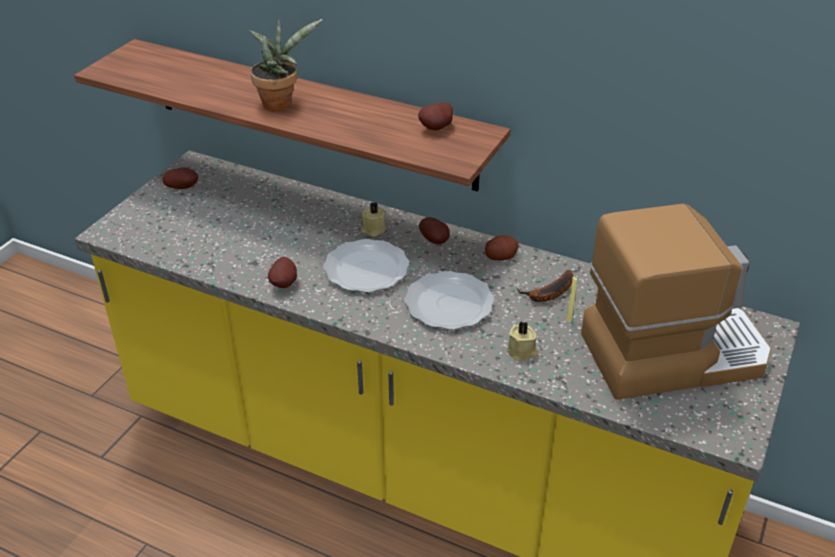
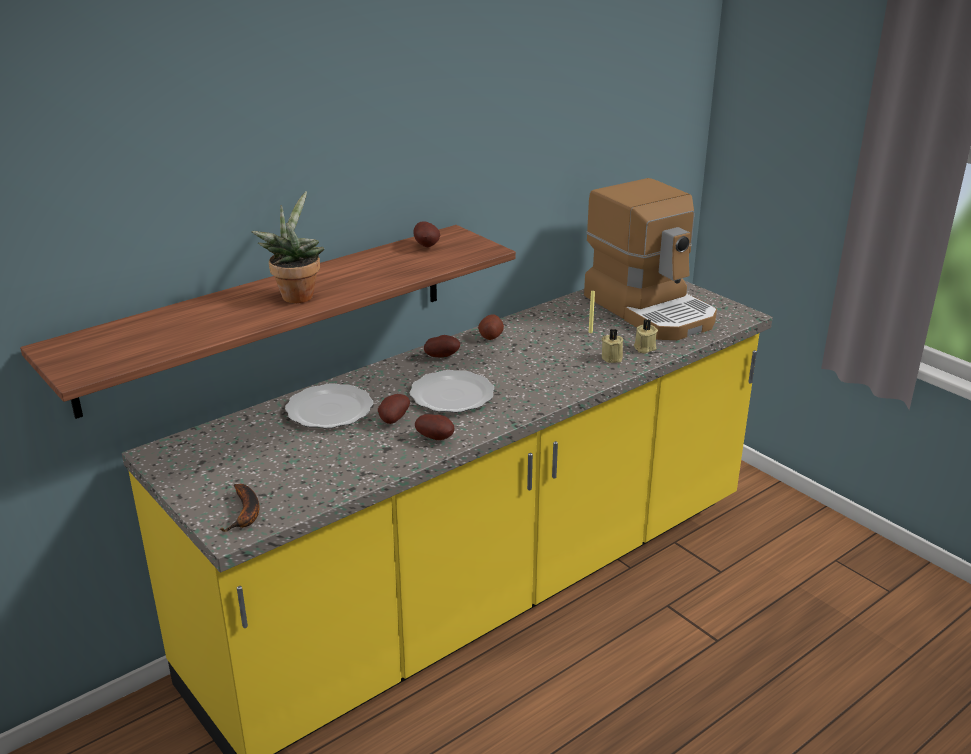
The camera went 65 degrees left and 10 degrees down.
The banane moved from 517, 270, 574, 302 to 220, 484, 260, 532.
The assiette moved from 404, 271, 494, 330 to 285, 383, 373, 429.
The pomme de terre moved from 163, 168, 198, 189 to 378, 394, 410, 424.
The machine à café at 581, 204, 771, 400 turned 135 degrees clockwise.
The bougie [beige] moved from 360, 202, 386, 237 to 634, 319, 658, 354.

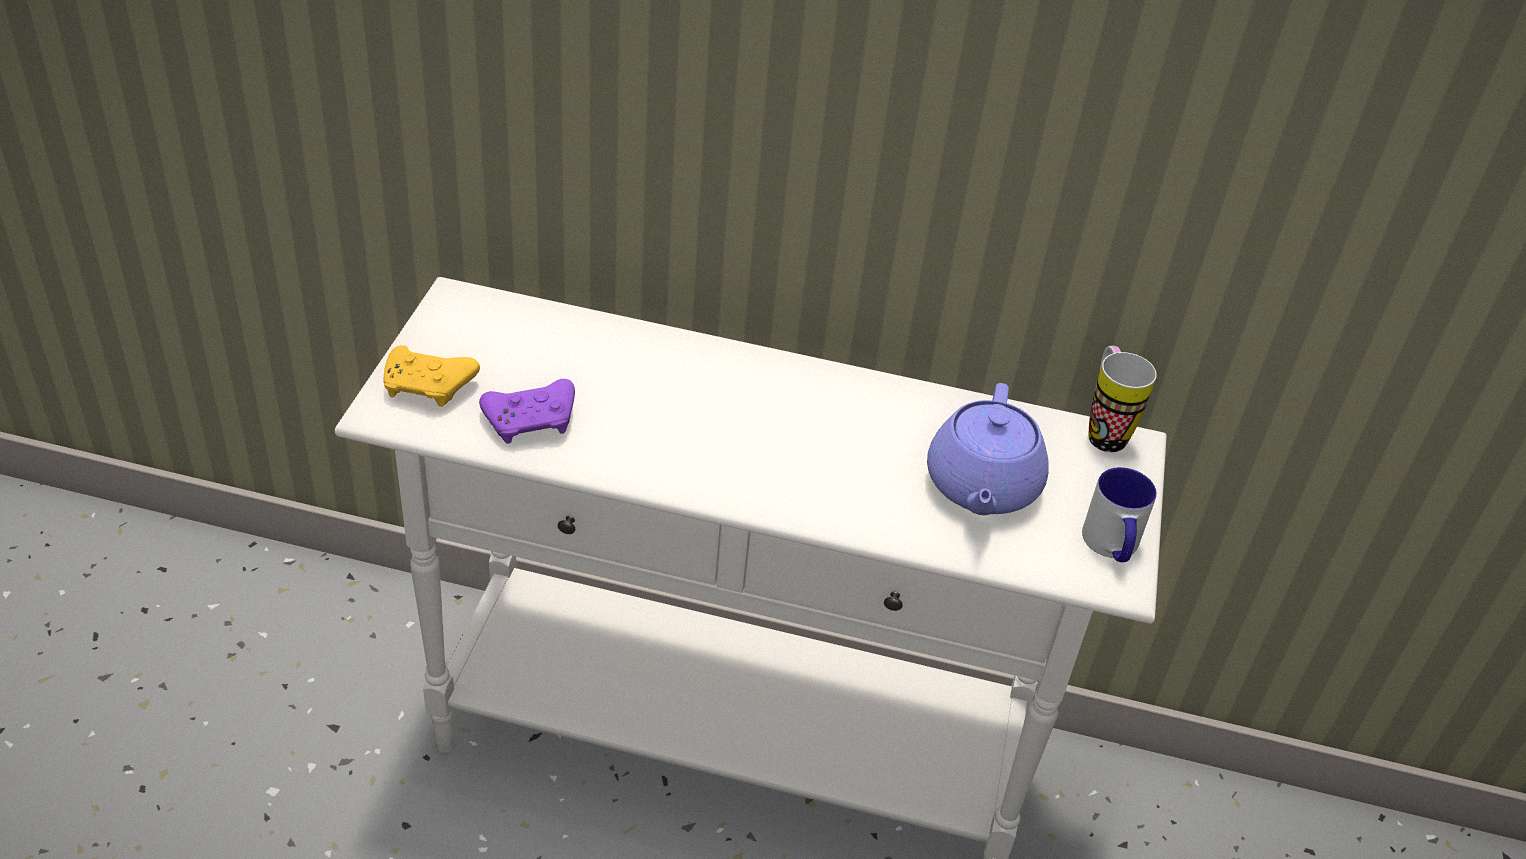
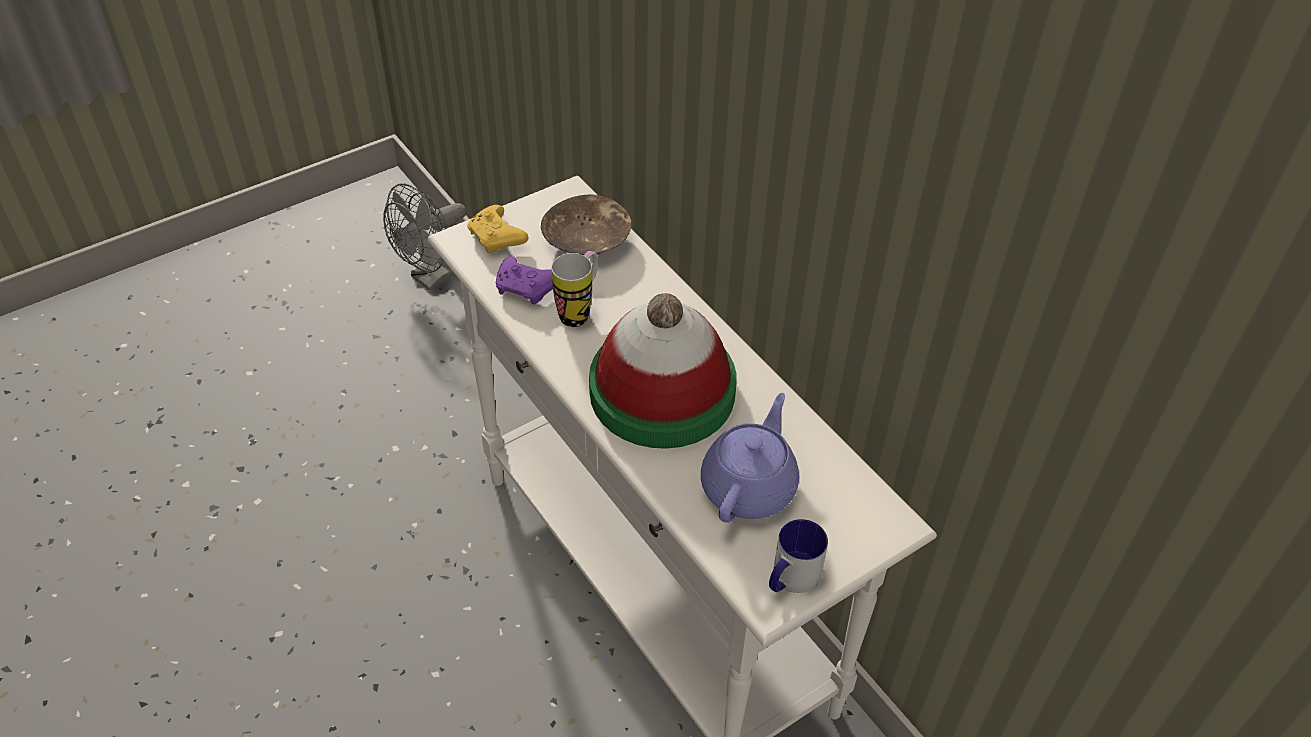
The camera went 45 degrees right and 5 degrees up.
The ventilateur [gris] at 383, 183, 466, 291 appeared.
The bol [marron] at 541, 194, 631, 255 appeared.
The mug moved from 1089, 346, 1157, 452 to 551, 251, 598, 327.
The chapeau at 589, 293, 737, 449 appeared.
The théière [violet] at 927, 383, 1049, 515 turned 150 degrees clockwise.

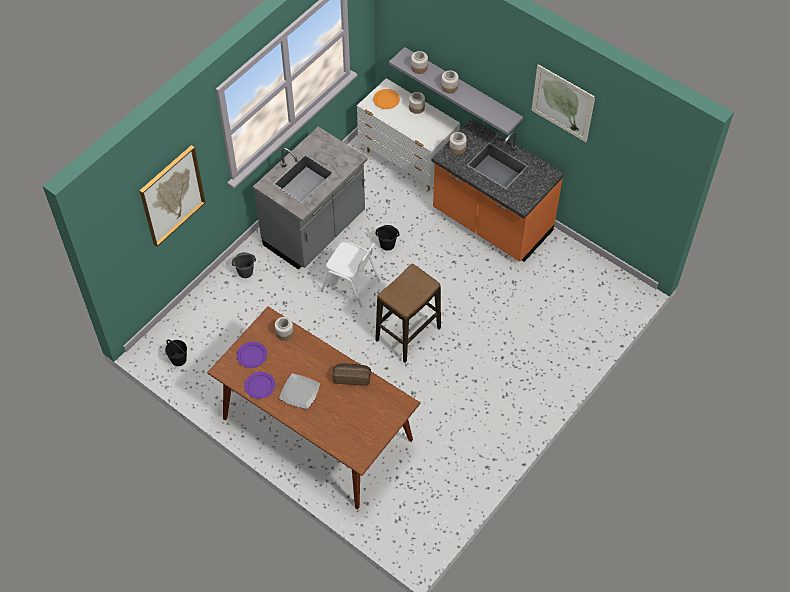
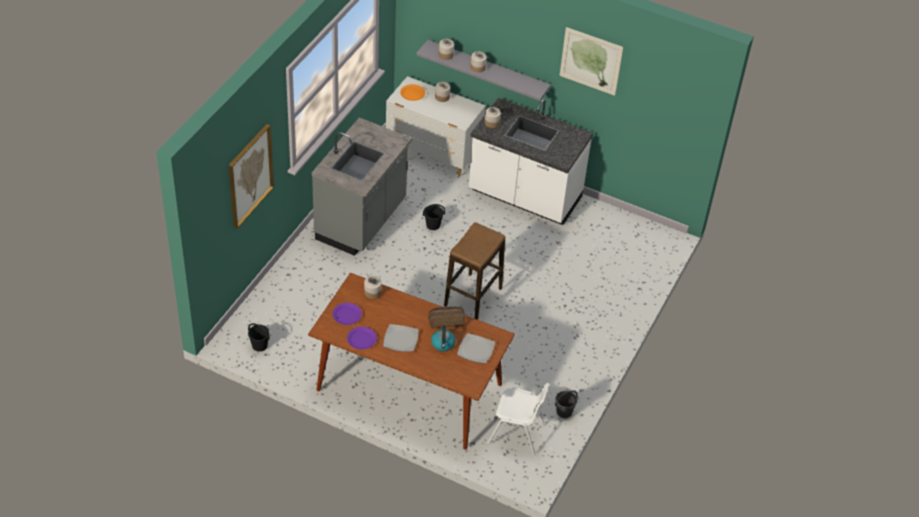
The camera went 15 degrees left and 10 degrees down.
The bouilloire at 431, 325, 456, 351 appeared.
The assiette at 457, 333, 495, 364 appeared.
The comptoir de cuisine [orange] at 432, 118, 564, 262 became the comptoir de cuisine [blanc] at 469, 98, 593, 225.
The chaise [blanc] moved from 321, 242, 380, 308 to 487, 383, 549, 455.
The seau [gris] moved from 232, 252, 256, 278 to 555, 390, 578, 418.

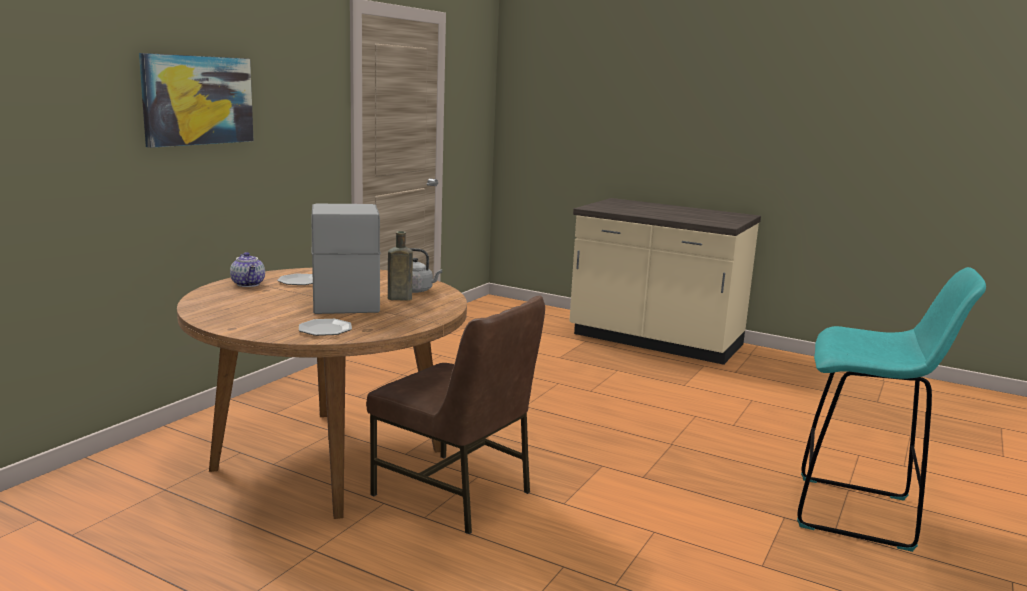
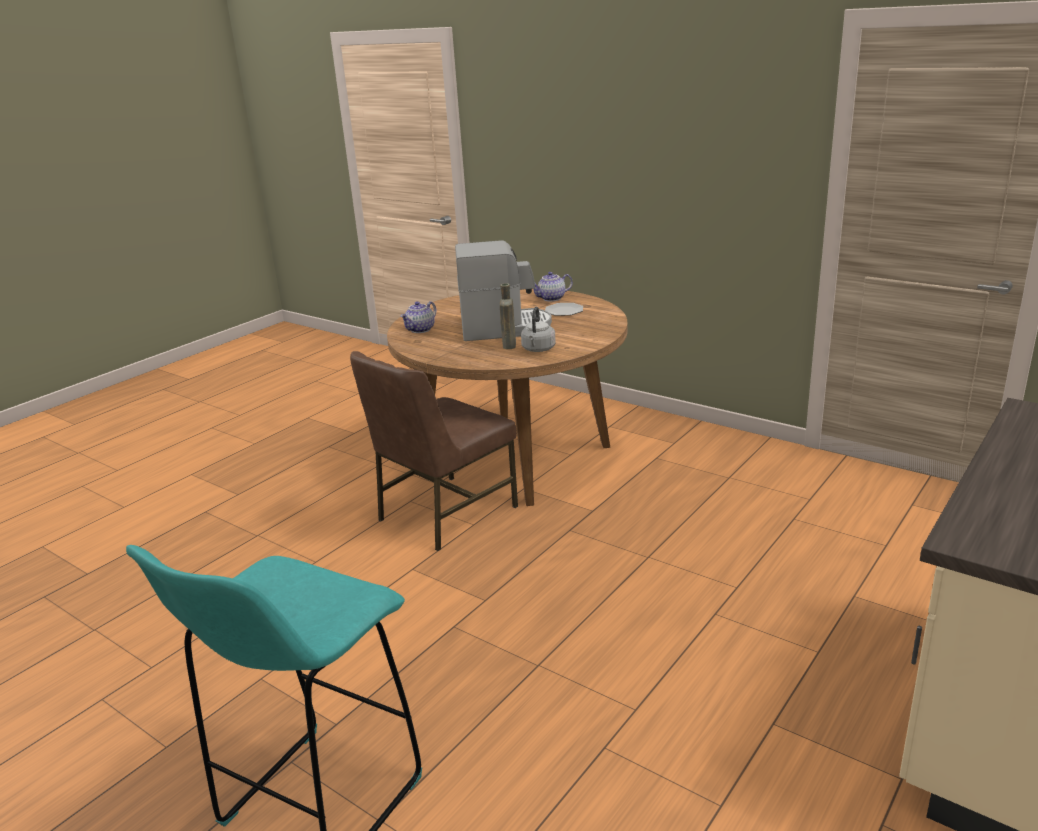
The camera went 100 degrees right and 10 degrees up.
The assiette at 299, 319, 352, 336 was replaced by the théière at 400, 301, 436, 333.
The tableau at 139, 53, 254, 148 disappeared.

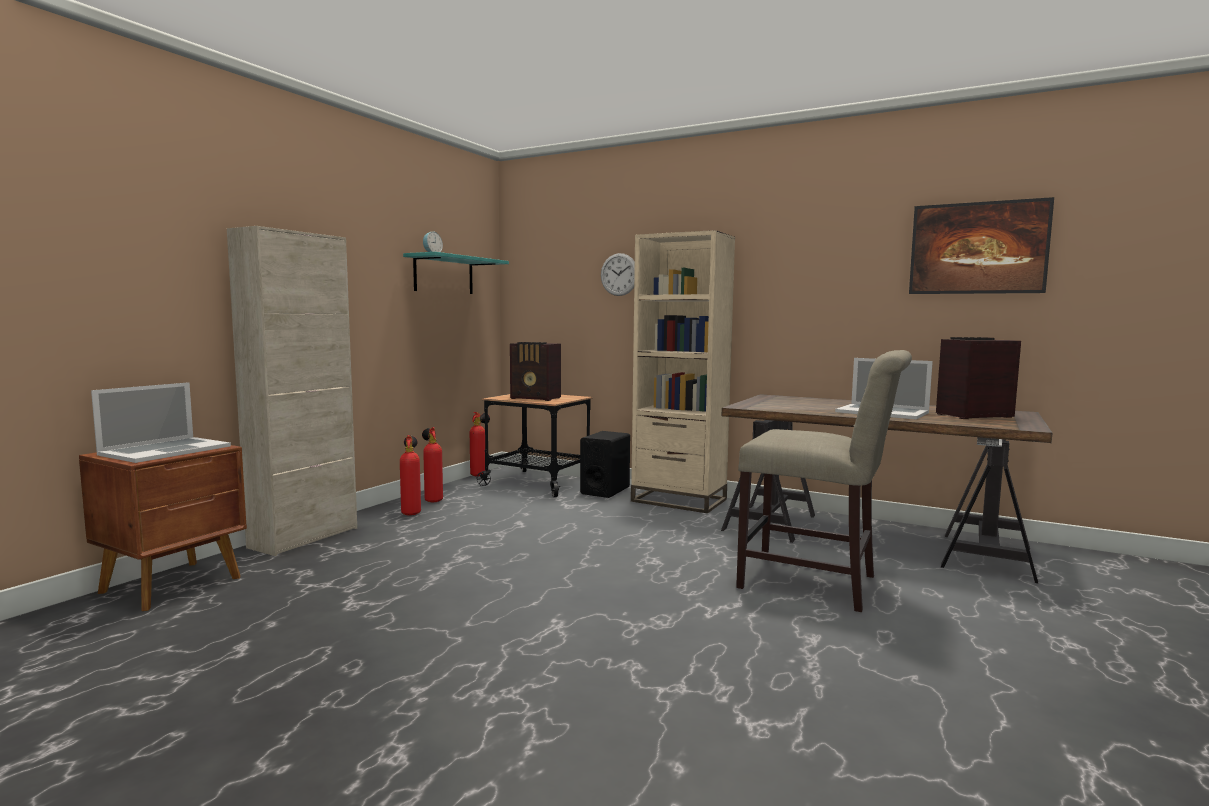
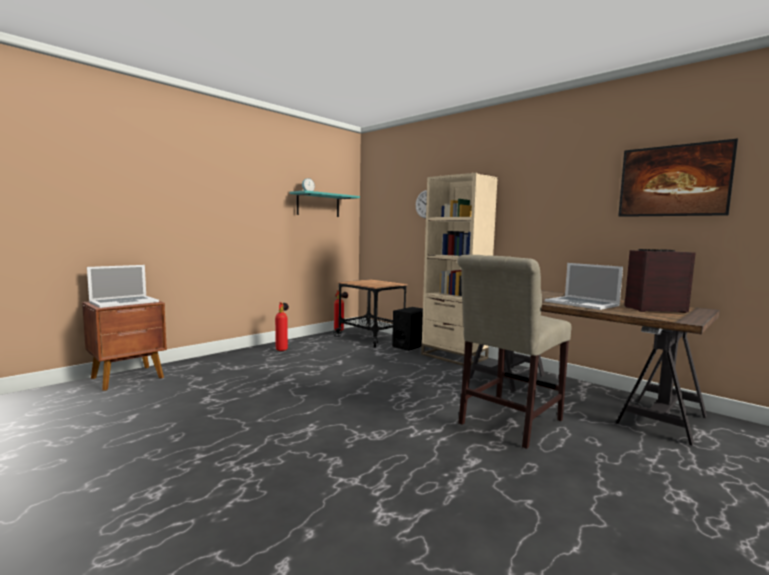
The camera went 15 degrees right and 0 degrees up.
The chaise [beige] at 736, 350, 912, 612 turned 90 degrees clockwise.
The meuble de rangement [beige] at 227, 226, 357, 556 disappeared.
The extincteur at 422, 427, 443, 502 disappeared.
The radio at 510, 342, 561, 401 disappeared.

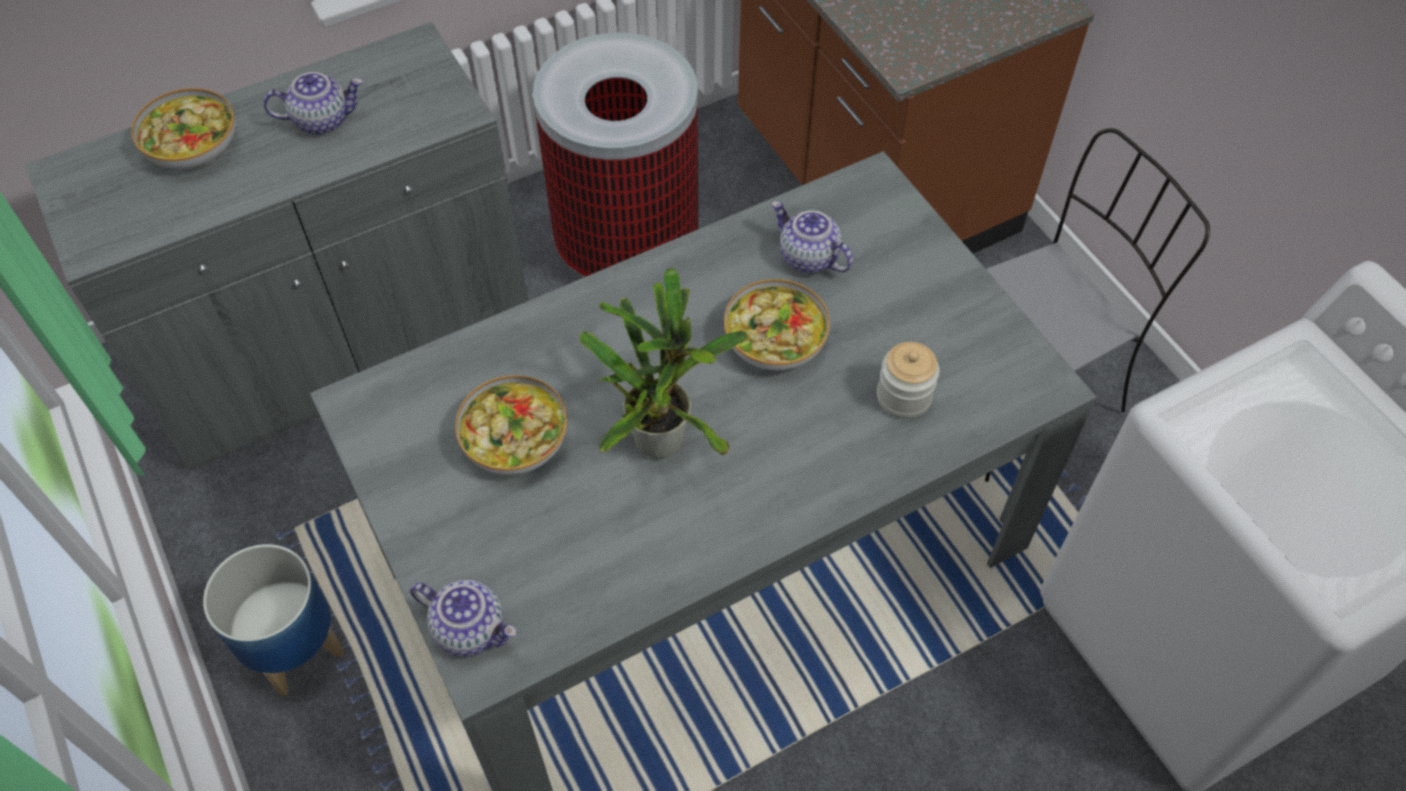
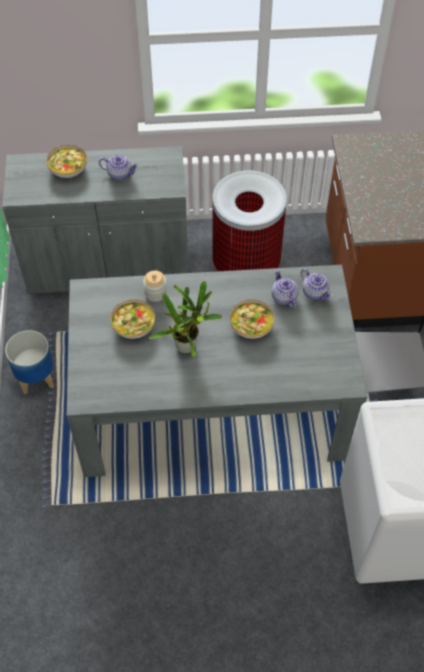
The camera went 25 degrees right and 0 degrees up.
The bocal moved from 877, 342, 940, 419 to 143, 271, 167, 302.
The théière moved from 410, 580, 517, 657 to 301, 269, 333, 300.

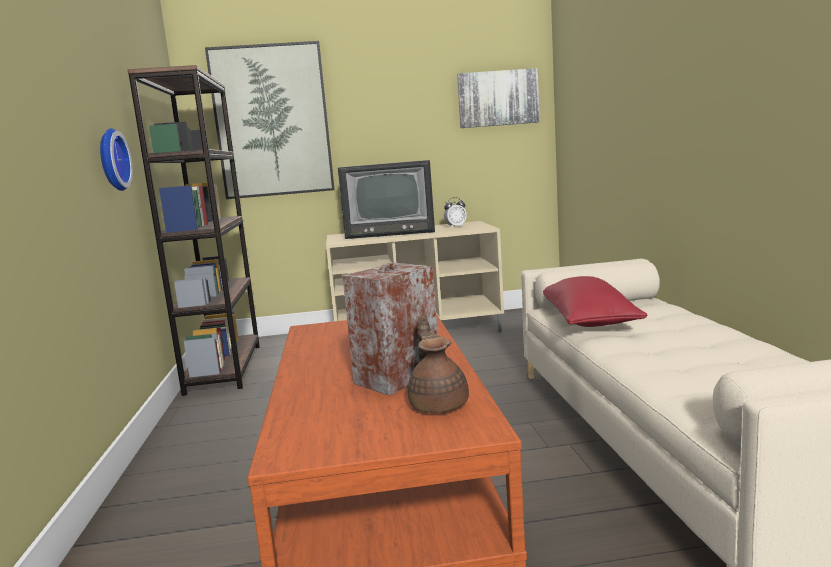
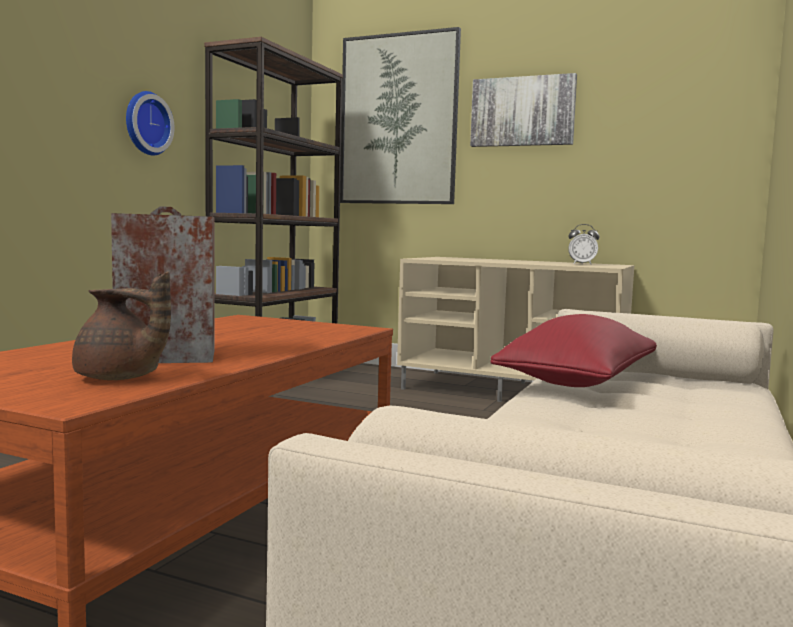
The camera went 30 degrees right and 5 degrees down.
The théière [marron] at 408, 316, 469, 413 turned 90 degrees clockwise.
The tableau moved from 457, 68, 540, 128 to 470, 73, 577, 147.
The téléviseur at 338, 160, 435, 239 disappeared.

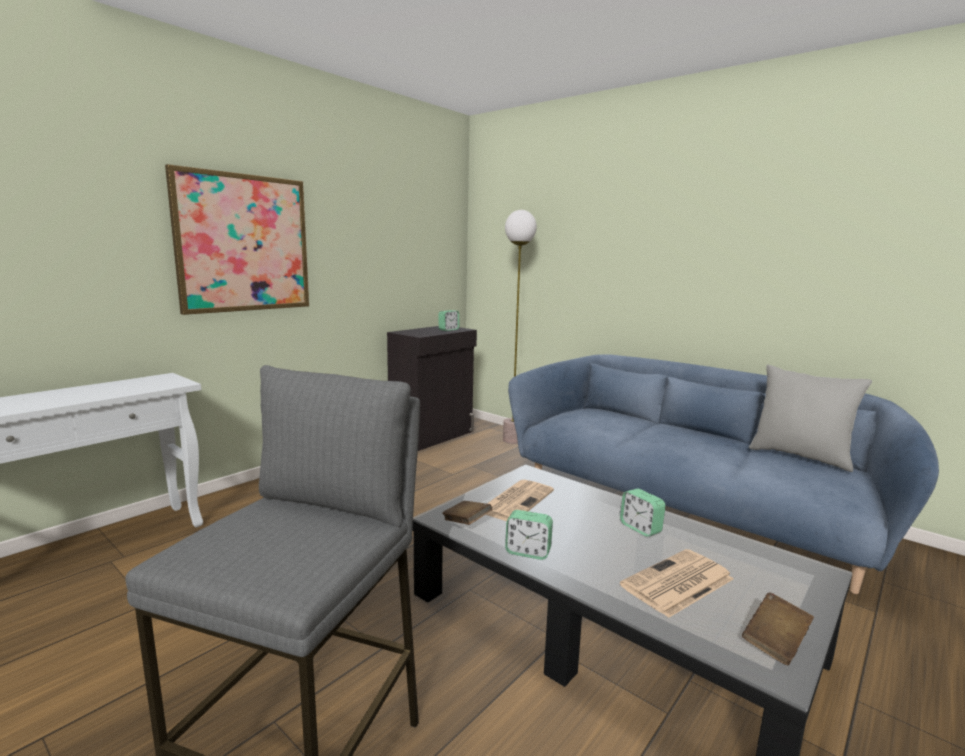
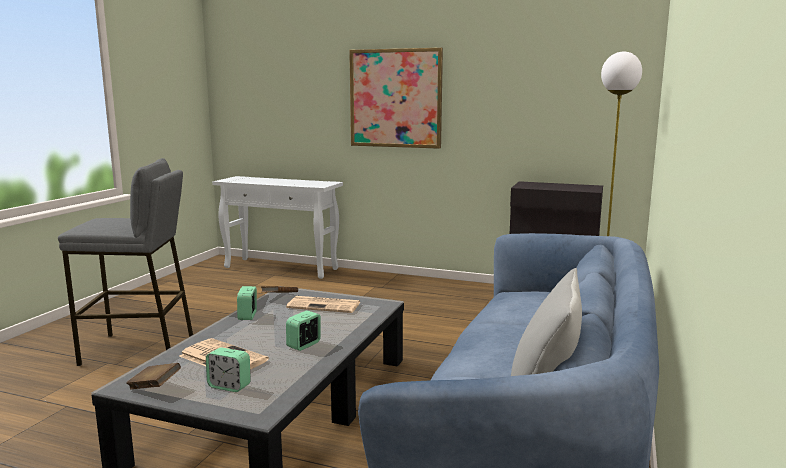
The camera went 70 degrees right and 0 degrees up.
The réveil moved from 438, 310, 459, 331 to 206, 347, 251, 392.

